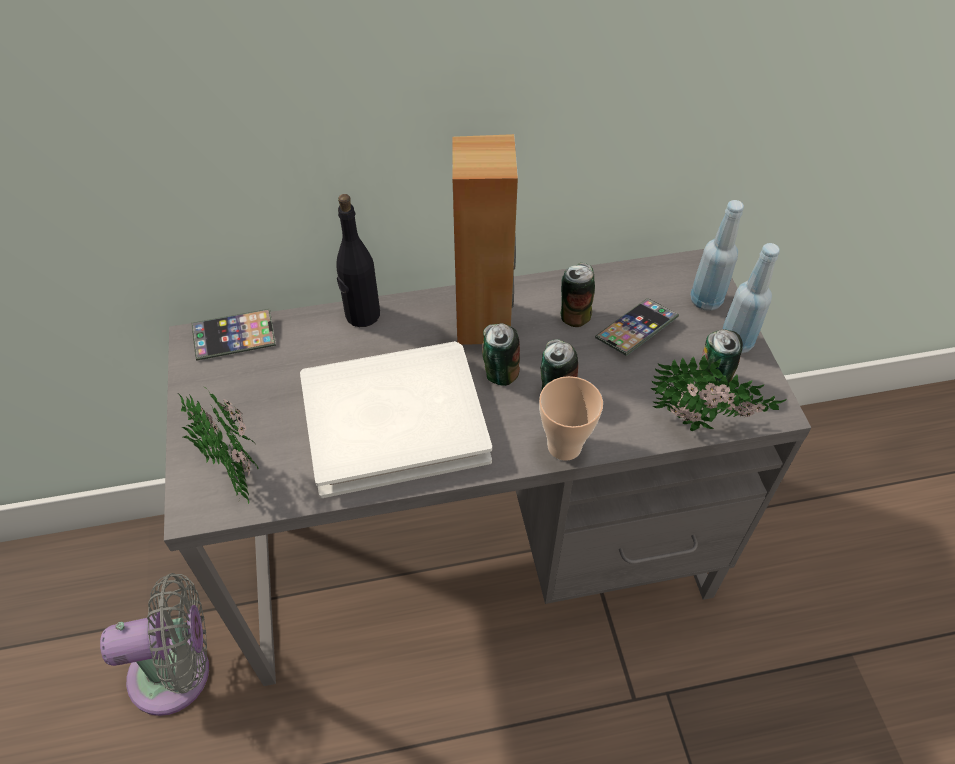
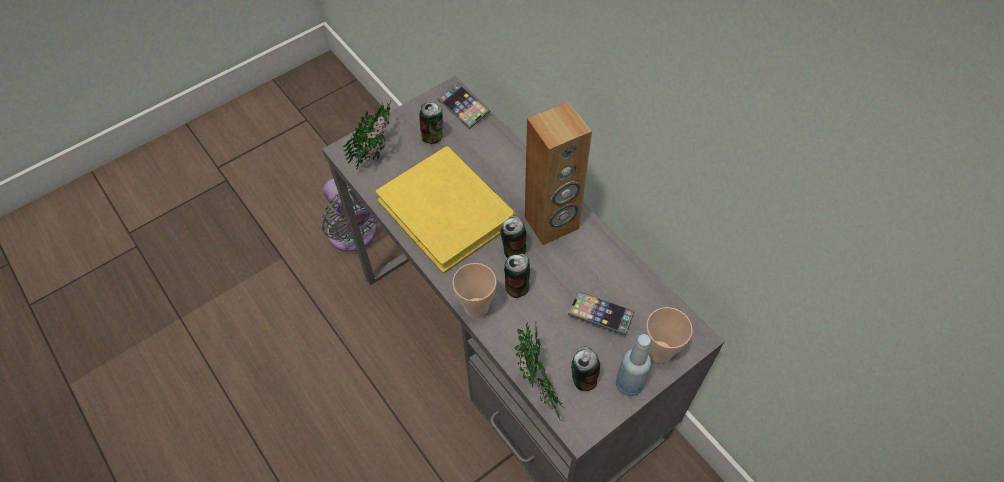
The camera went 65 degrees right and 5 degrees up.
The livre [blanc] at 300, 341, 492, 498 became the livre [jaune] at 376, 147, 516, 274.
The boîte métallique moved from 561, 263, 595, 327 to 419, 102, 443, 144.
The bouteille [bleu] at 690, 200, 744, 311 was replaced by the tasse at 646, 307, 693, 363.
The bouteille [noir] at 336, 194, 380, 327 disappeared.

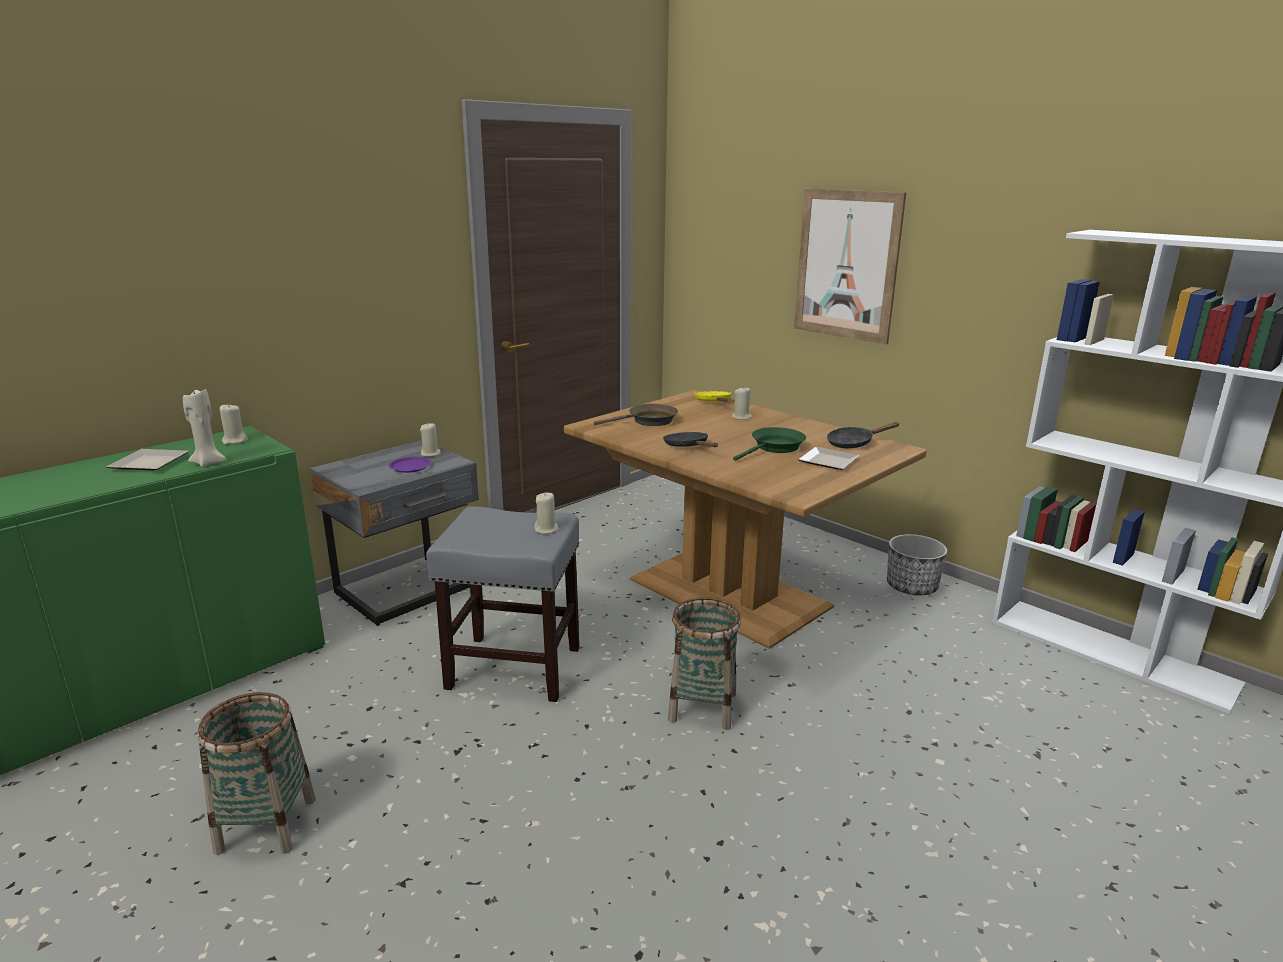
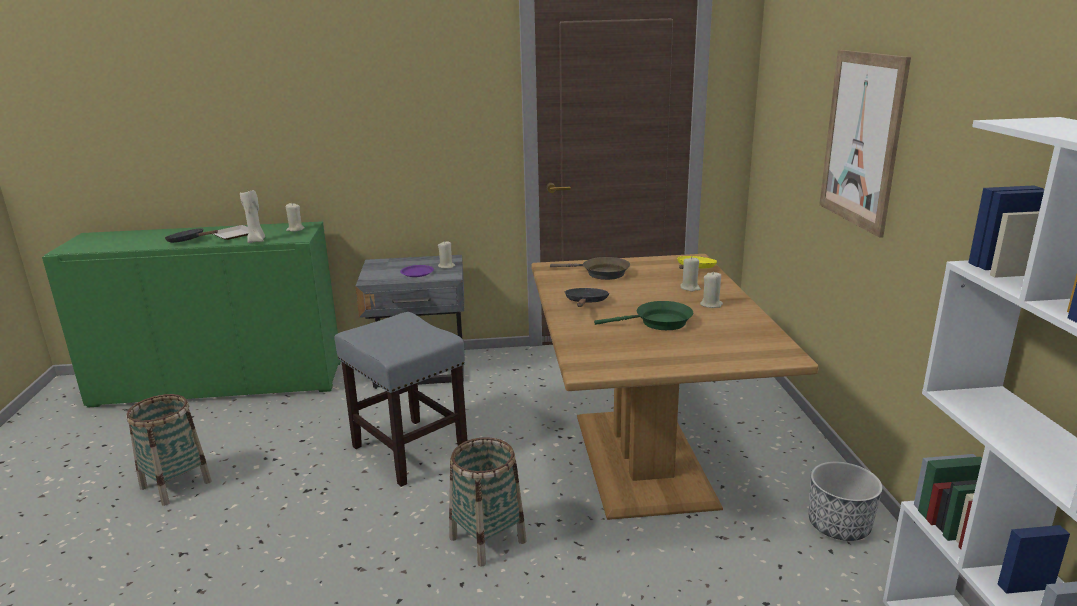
The camera went 40 degrees right and 0 degrees up.
The poêle [noir] moved from 827, 422, 900, 448 to 165, 228, 218, 243.
The bougie [beige] moved from 534, 492, 559, 534 to 700, 271, 723, 308.
The assiette at 798, 447, 859, 470 disappeared.

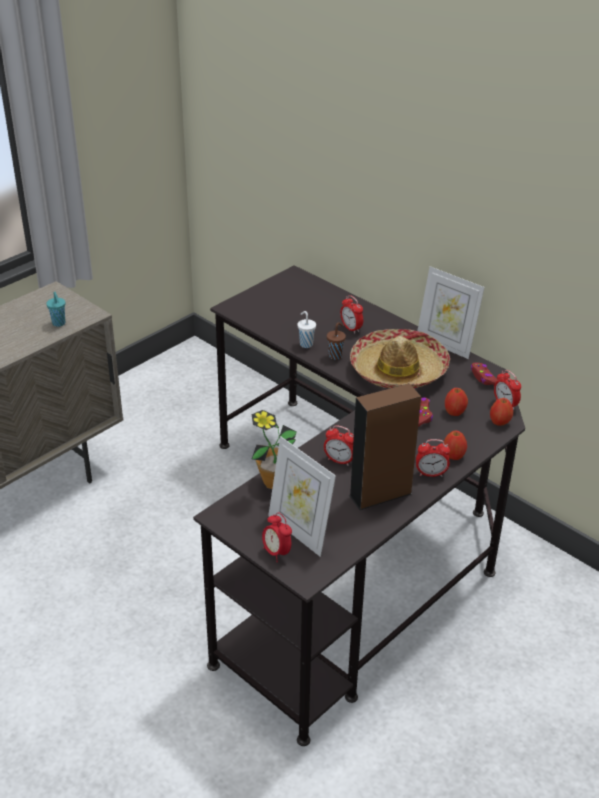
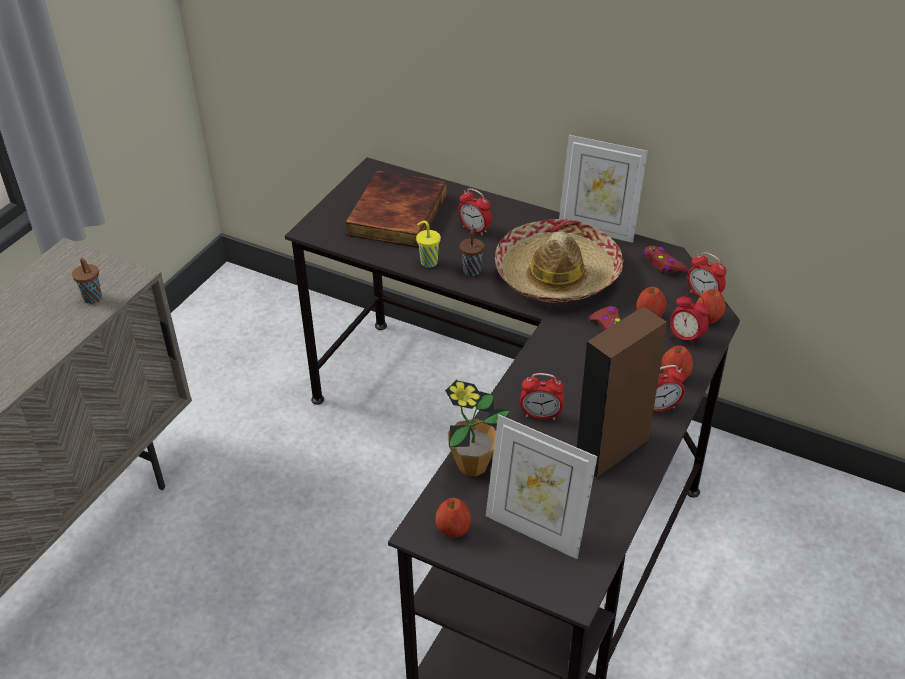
The camera went 15 degrees left and 5 degrees up.
The tasse [turquoise] at 46, 291, 66, 327 became the tasse [marron] at 72, 258, 102, 304.
The livre at 345, 171, 447, 248 appeared.
The tasse [blanc] at 297, 311, 316, 348 became the tasse [jaune] at 416, 221, 441, 268.
The pomme at 435, 498, 471, 537 appeared.
The réveil moved from 262, 512, 292, 562 to 670, 292, 710, 347.

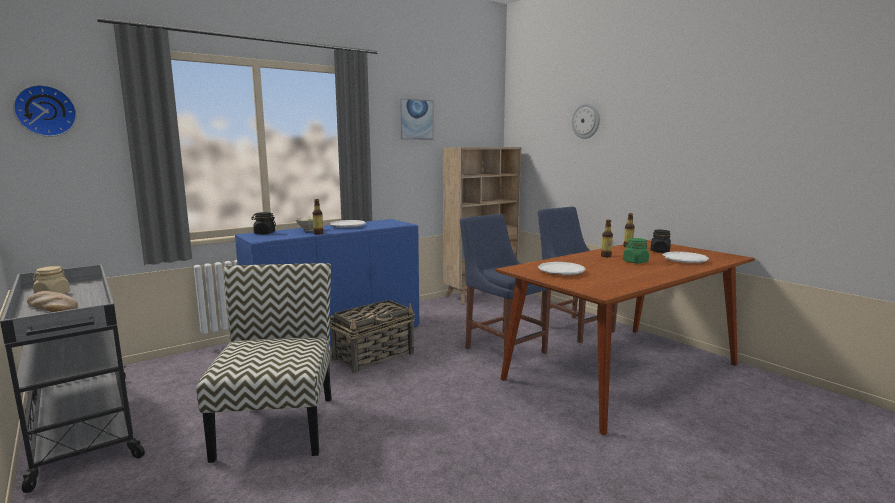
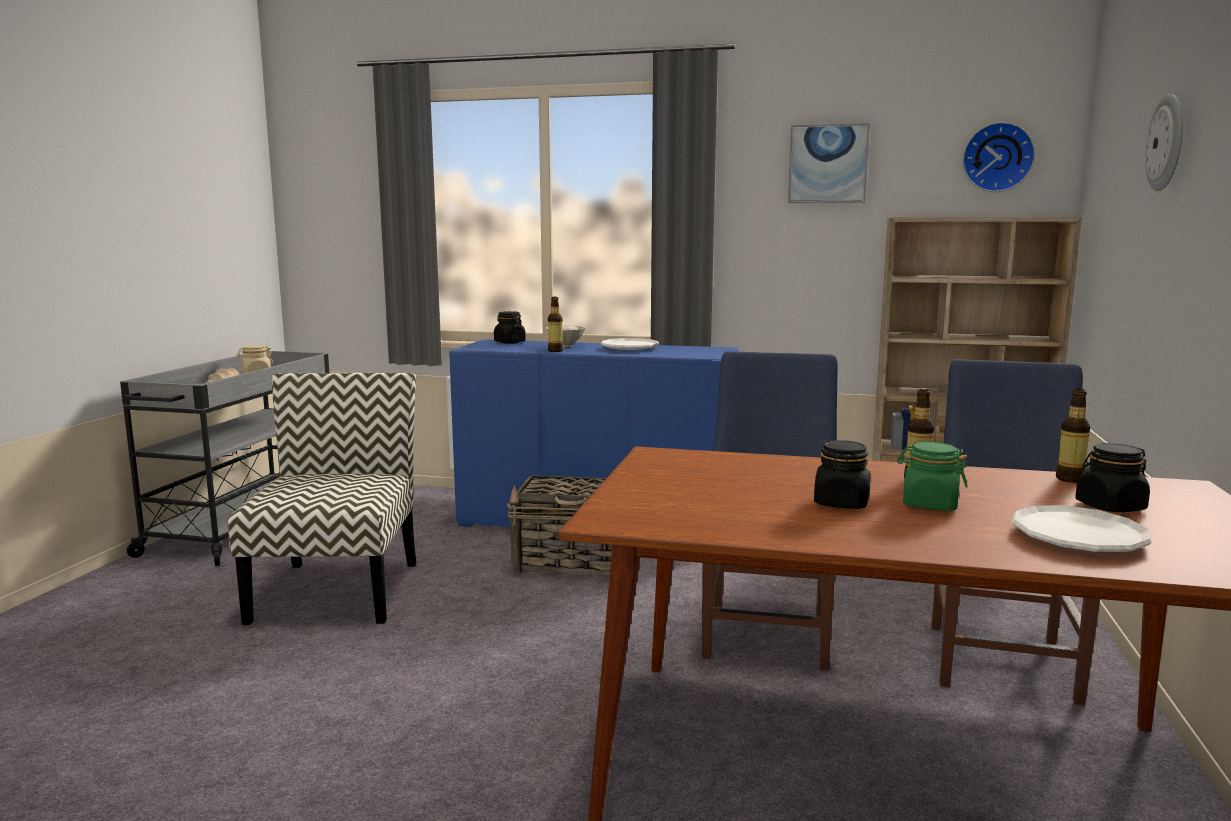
The camera went 50 degrees right and 0 degrees up.
The chaise at 196, 263, 332, 463 turned 45 degrees counterclockwise.
The bocal [noir] at 814, 440, 871, 509 appeared.
The horloge murale moved from 13, 85, 77, 137 to 962, 122, 1035, 192.
The assiette [blanc] at 538, 262, 586, 275 disappeared.

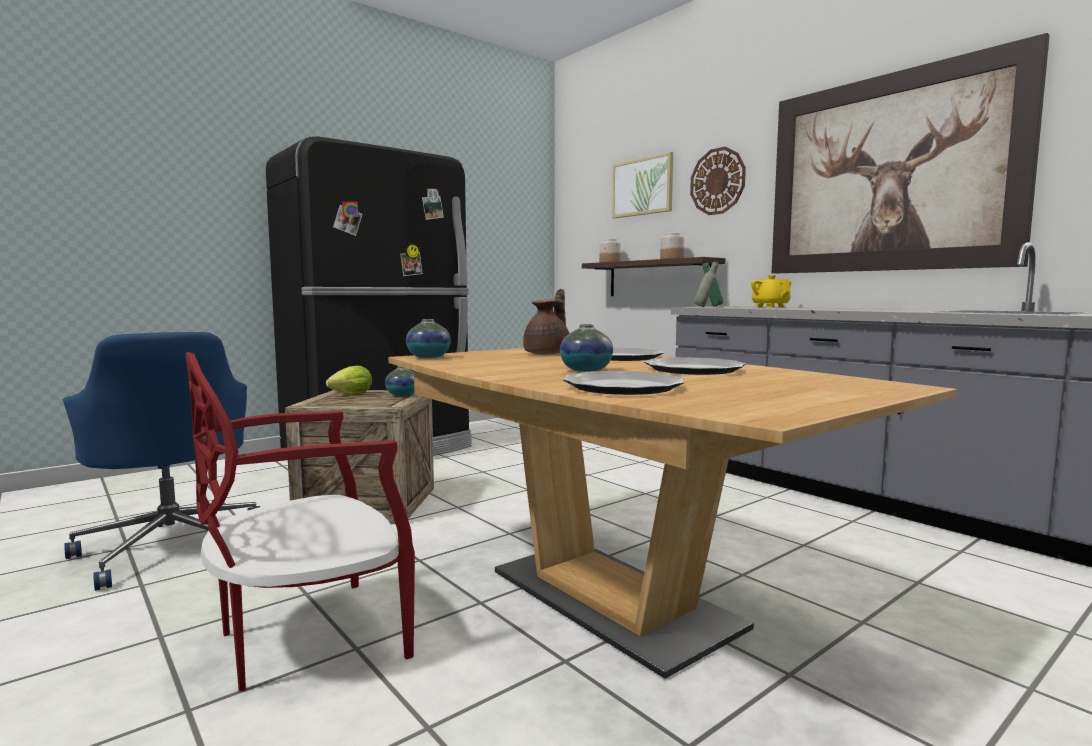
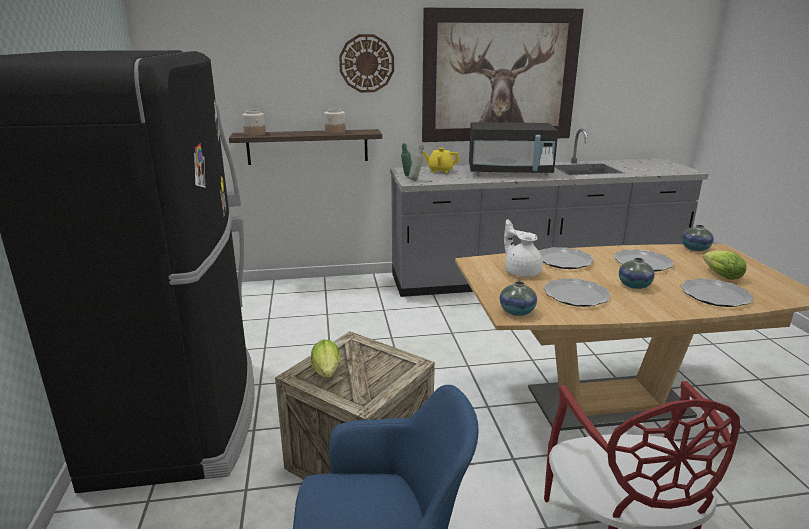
The camera went 60 degrees left and 15 degrees up.
The micro-ondes [noir] at 469, 122, 558, 175 appeared.
The théière [marron] at 523, 289, 570, 354 became the théière [blanc] at 504, 219, 543, 277.
The assiette at 544, 278, 611, 307 appeared.
The vase moved from 385, 366, 414, 396 to 682, 225, 714, 251.
The laitue at 703, 250, 747, 280 appeared.
The tableau at 612, 152, 673, 218 disappeared.

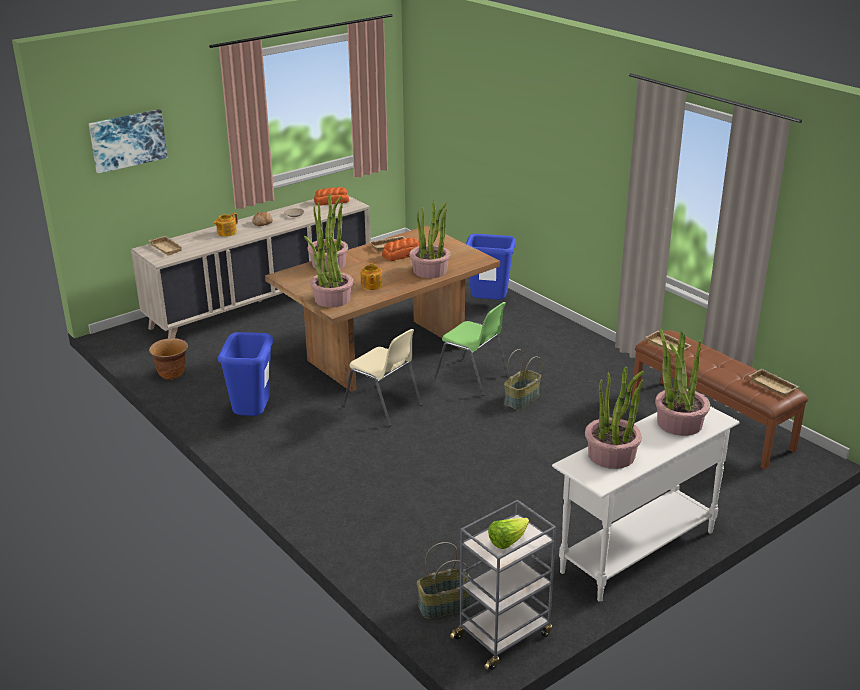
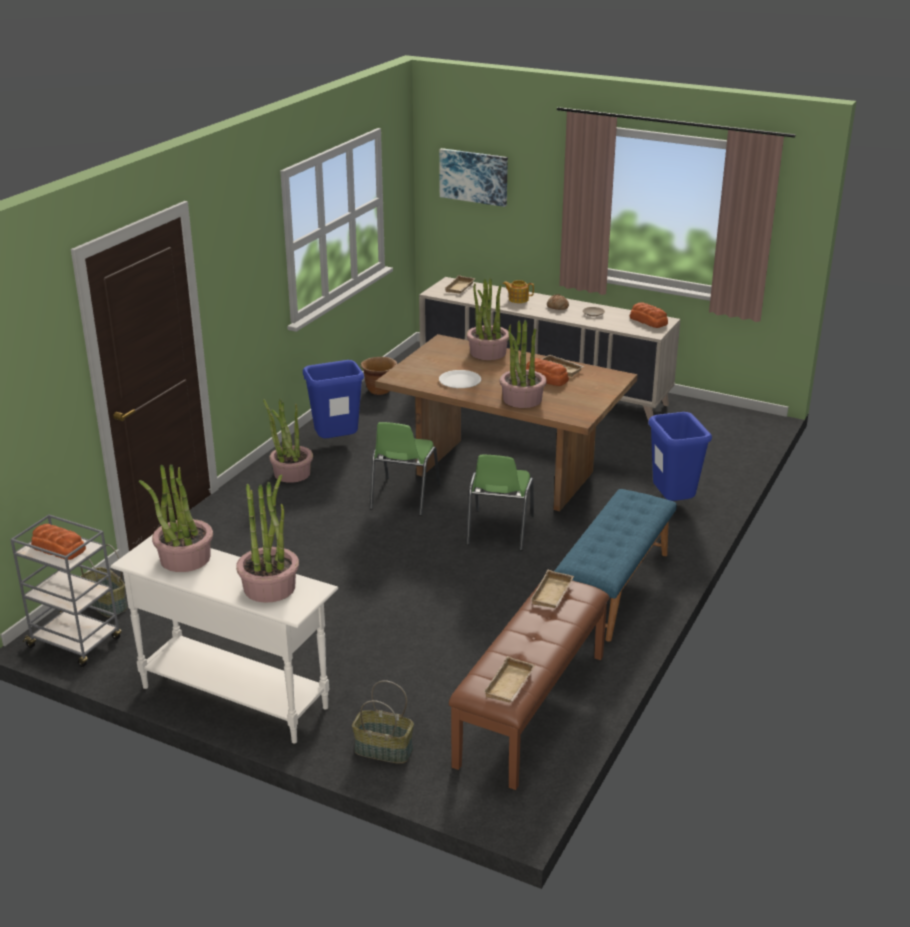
The camera went 65 degrees right and 0 degrees up.
The laitue at 488, 518, 529, 549 was replaced by the pain at 31, 524, 86, 560.
The plante en pot moved from 304, 227, 353, 307 to 263, 399, 313, 483.
The panier moved from 504, 349, 541, 410 to 352, 680, 414, 764.
The chaise [beige] at 343, 329, 422, 426 became the chaise [vert] at 370, 422, 440, 516.
The théière at 361, 262, 382, 290 was replaced by the assiette [blanc] at 439, 370, 481, 388.
The banc [bleu] at 554, 489, 677, 642 appeared.

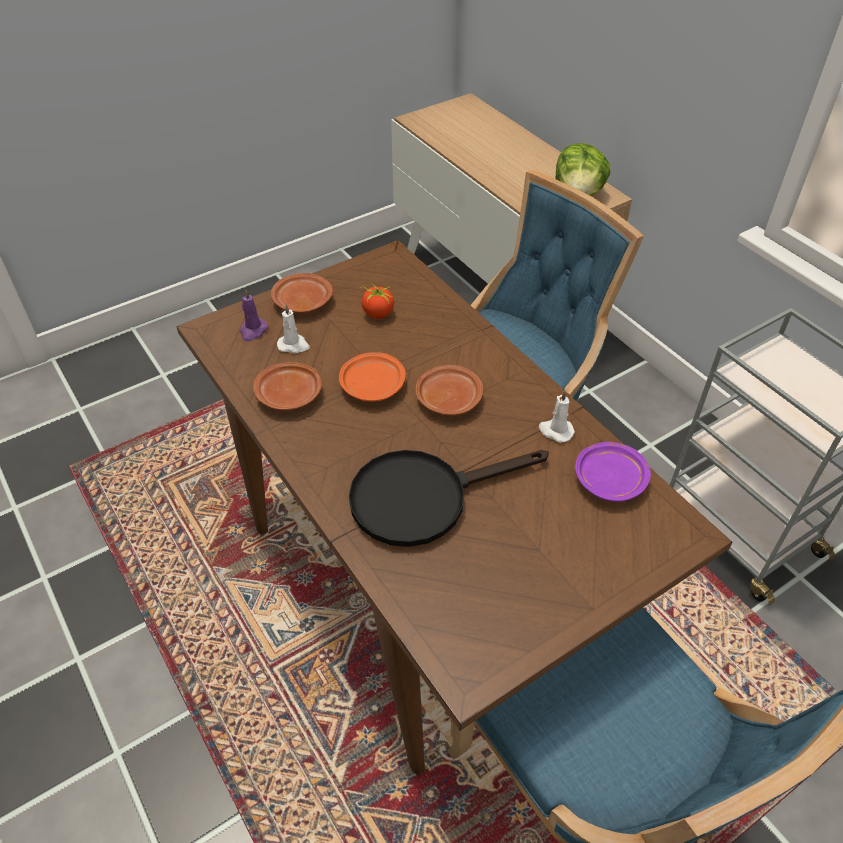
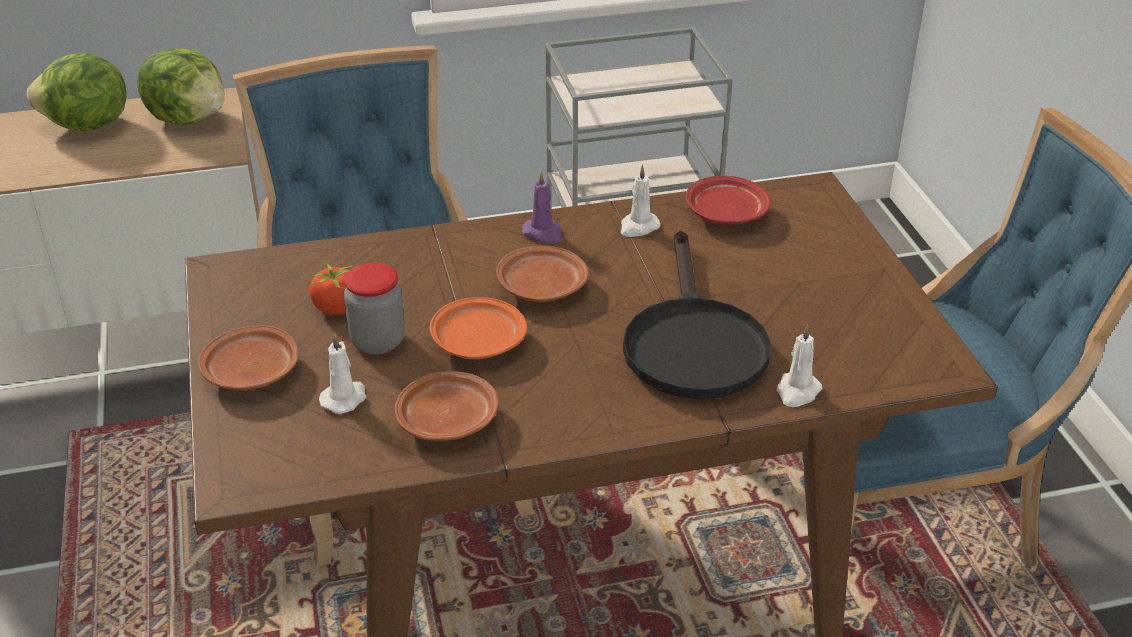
The camera went 70 degrees left and 10 degrees down.
The laitue at 27, 54, 126, 132 appeared.
The bocal at 344, 263, 405, 354 appeared.
The bougie [violet] moved from 240, 289, 269, 341 to 522, 171, 562, 243.
The assiette [violet] at 575, 442, 651, 502 became the assiette [rouge] at 686, 176, 771, 225.
The bougie [blanc] at 777, 324, 823, 407 appeared.

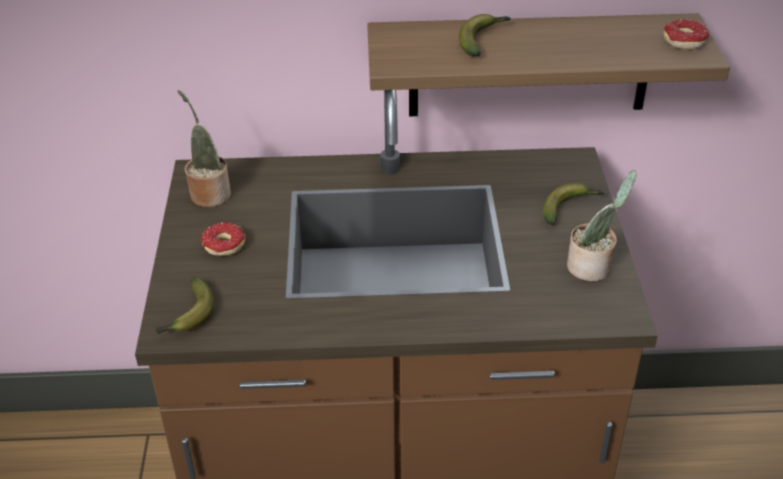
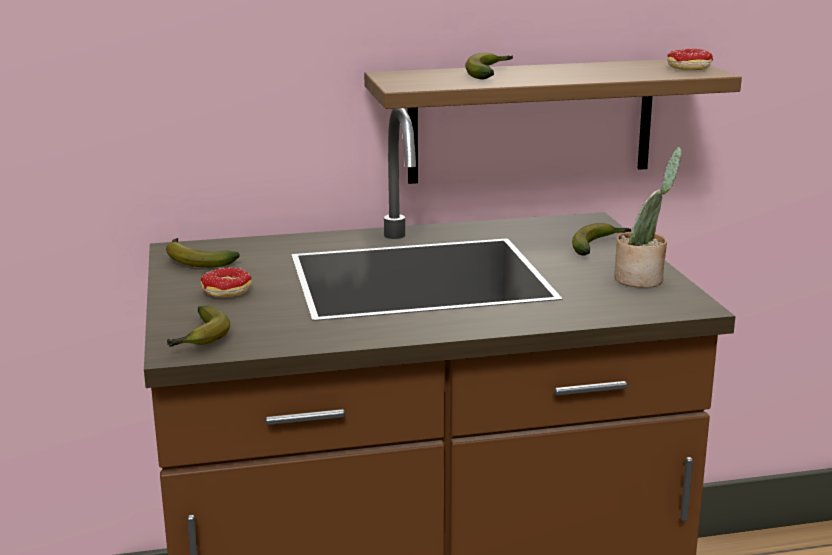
The camera went 10 degrees left and 20 degrees down.
The plante en pot at 178, 90, 231, 207 was replaced by the banane at 166, 238, 240, 268.

